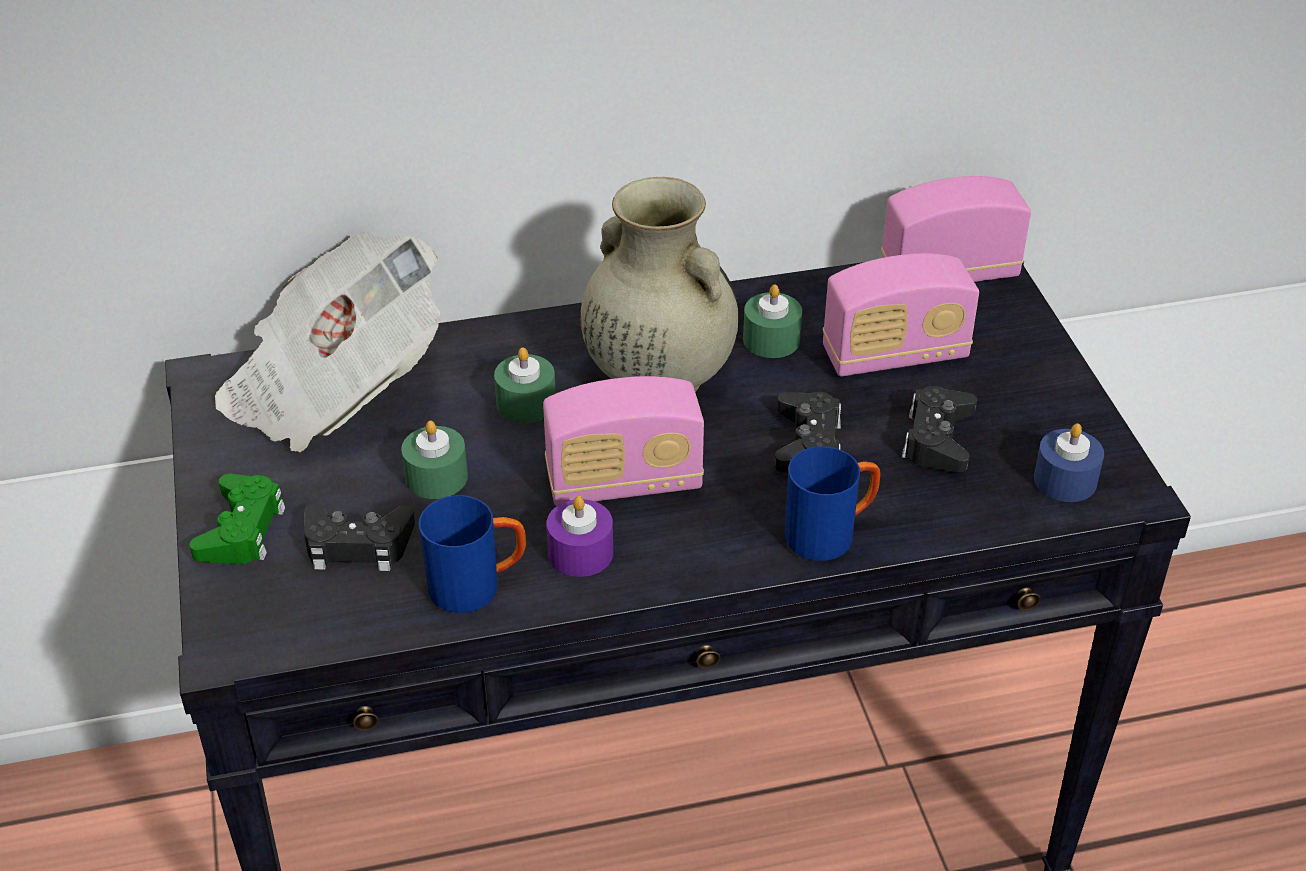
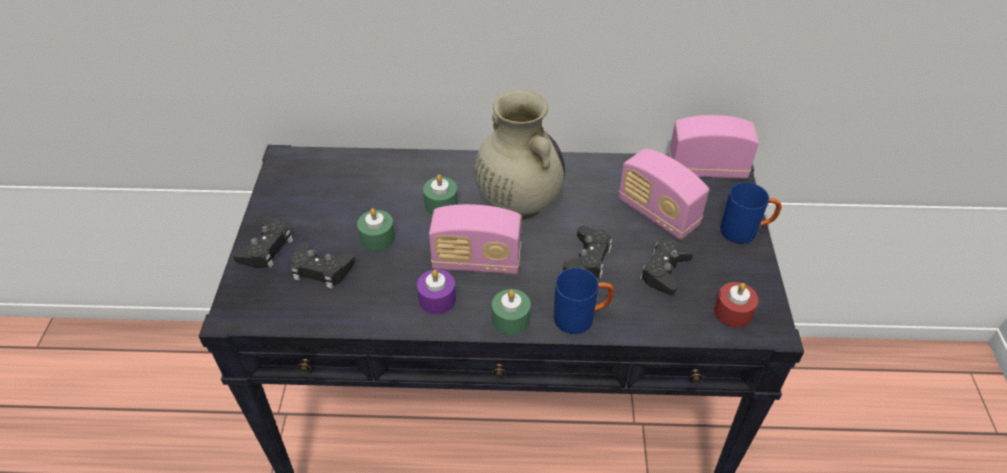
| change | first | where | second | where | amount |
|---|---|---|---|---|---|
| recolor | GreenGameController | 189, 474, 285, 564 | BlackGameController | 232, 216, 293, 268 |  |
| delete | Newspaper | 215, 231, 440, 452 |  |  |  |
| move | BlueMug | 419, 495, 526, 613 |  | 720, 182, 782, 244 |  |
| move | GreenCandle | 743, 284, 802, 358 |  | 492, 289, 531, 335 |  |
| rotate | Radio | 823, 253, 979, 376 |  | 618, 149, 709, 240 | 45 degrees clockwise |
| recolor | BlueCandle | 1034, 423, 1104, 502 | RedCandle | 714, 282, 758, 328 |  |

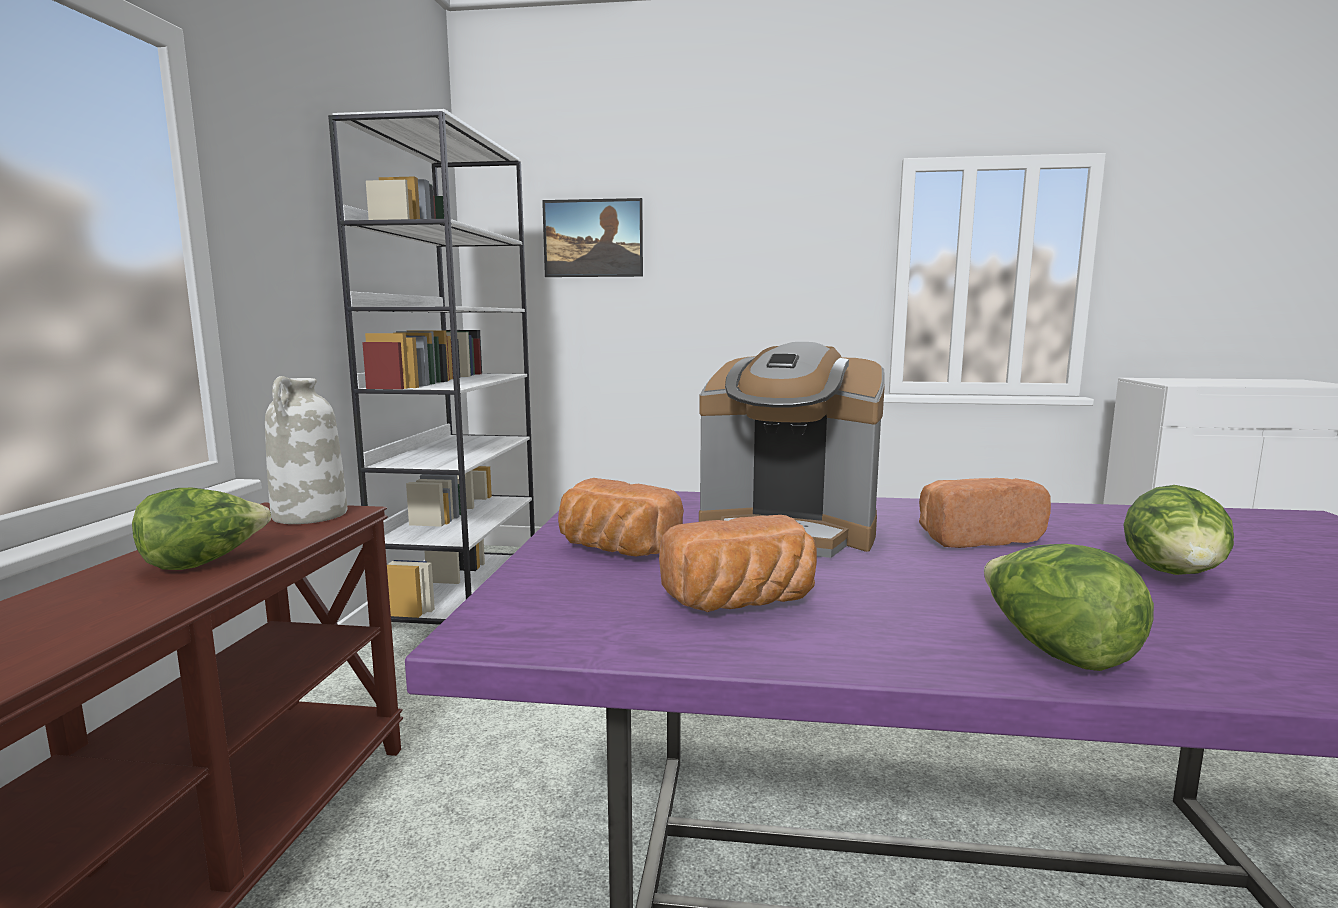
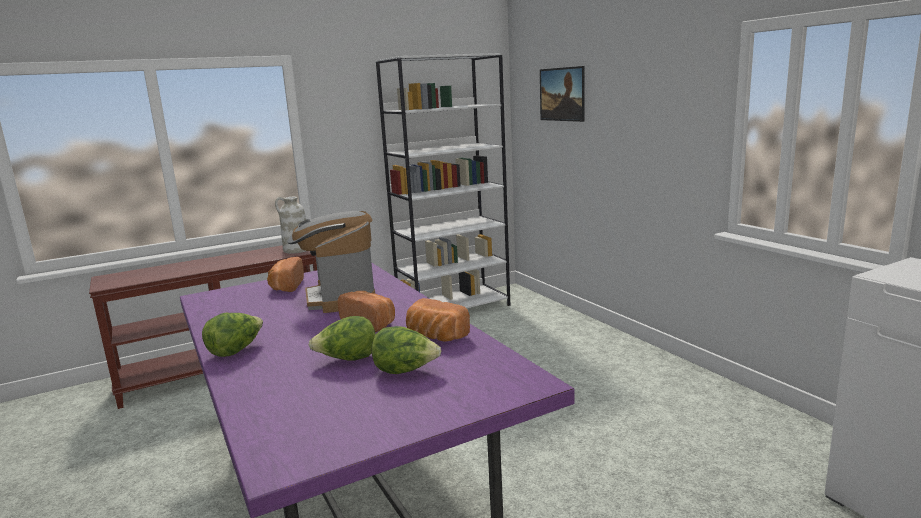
| change | first | where | second | where | amount |
|---|---|---|---|---|---|
| move | Lettuce | 132, 488, 271, 570 |  | 372, 326, 441, 374 |  |
| move | Bread | 659, 515, 817, 612 |  | 406, 298, 470, 342 |  |

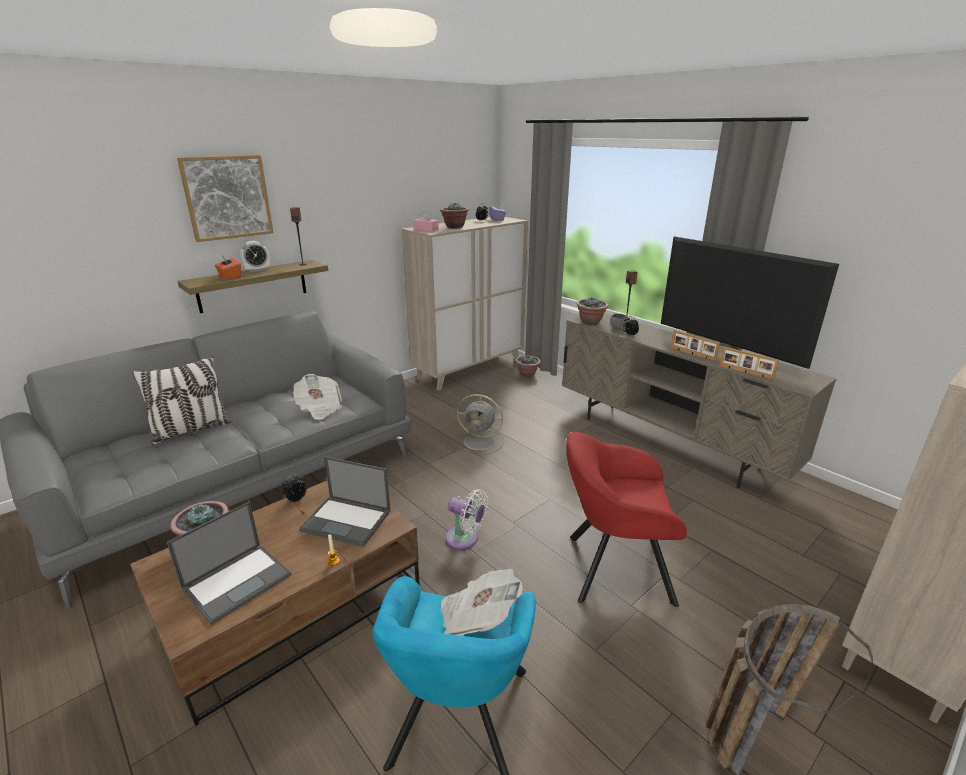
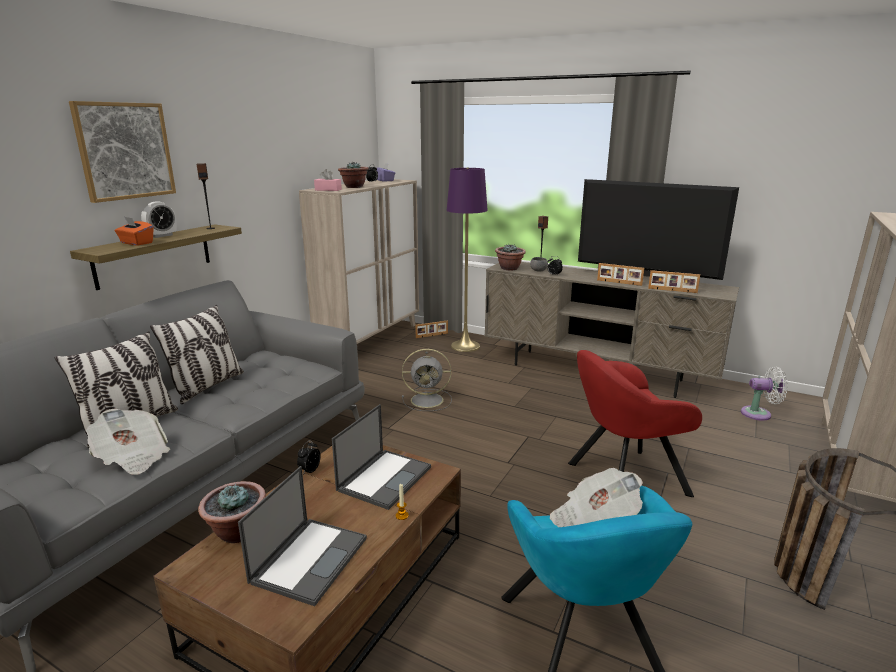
| change | first | where | second | where | amount |
|---|---|---|---|---|---|
| move | Newspaper | 293, 374, 342, 420 |  | 86, 408, 170, 475 |  |
| rotate | Laptop | 299, 456, 391, 547 |  | 332, 404, 431, 510 | 60 degrees counterclockwise |
| move | WhiteFan | 446, 489, 488, 550 |  | 741, 367, 788, 421 |  |
| replace | PottedPlant | 515, 355, 541, 377 | PictureFrame | 415, 321, 448, 338 |  |
| insert |  |  | Pillow | 150, 305, 244, 404 |  |
| insert |  |  | PurpleFloorLamp | 447, 167, 488, 352 |  |

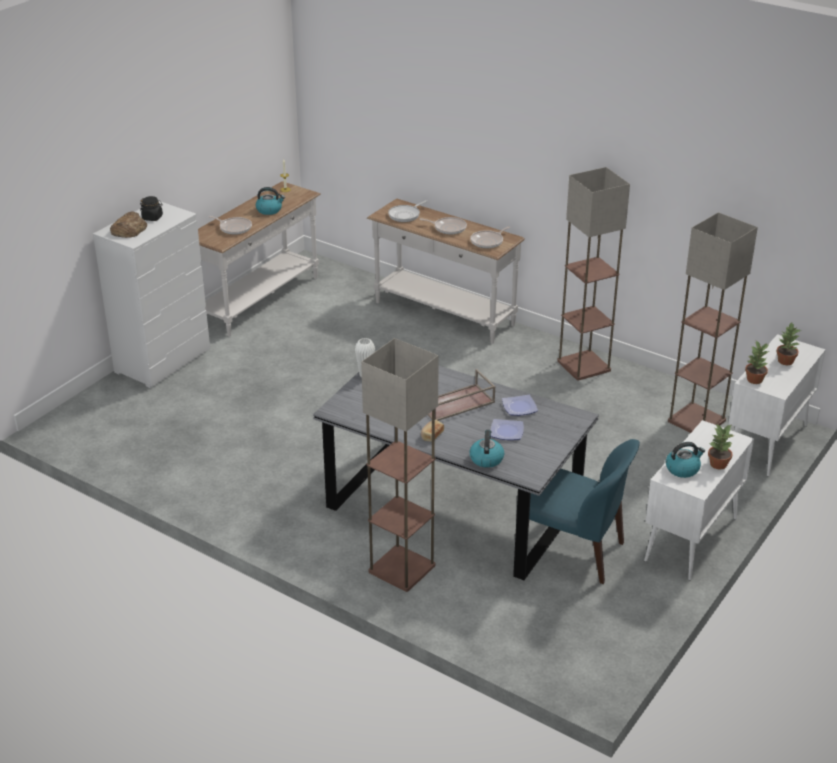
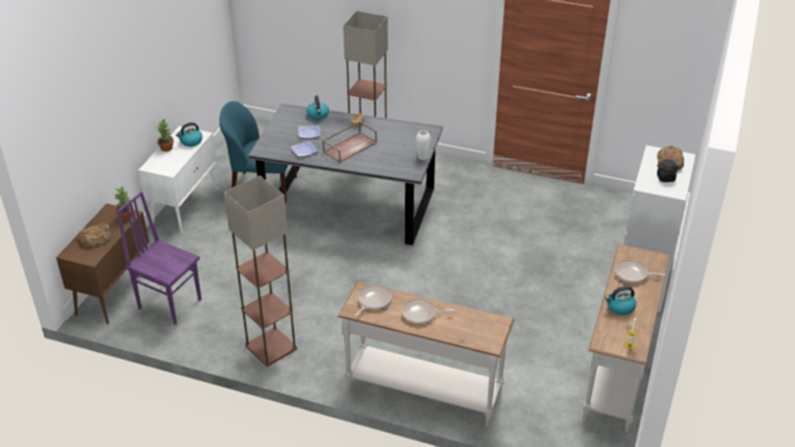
| change | first | where | second | where | amount |
|---|---|---|---|---|---|
| delete | FryingPan | 388, 200, 428, 222 |  |  |  |
| replace | FloorLamp | 668, 212, 758, 433 | PurpleChair | 117, 191, 202, 325 |  |
| recolor | WhiteCabinet | 728, 334, 826, 477 | BrownCabinet | 56, 203, 149, 325 |  |
| replace | PottedPlant | 776, 323, 801, 365 | Bread | 78, 223, 111, 248 |  |

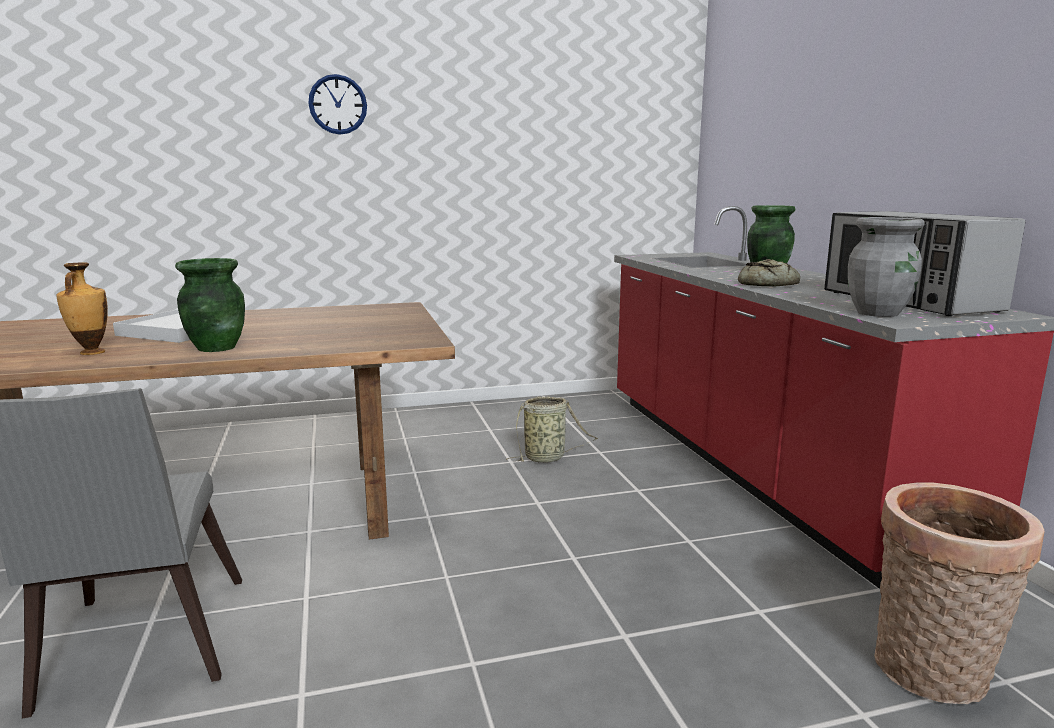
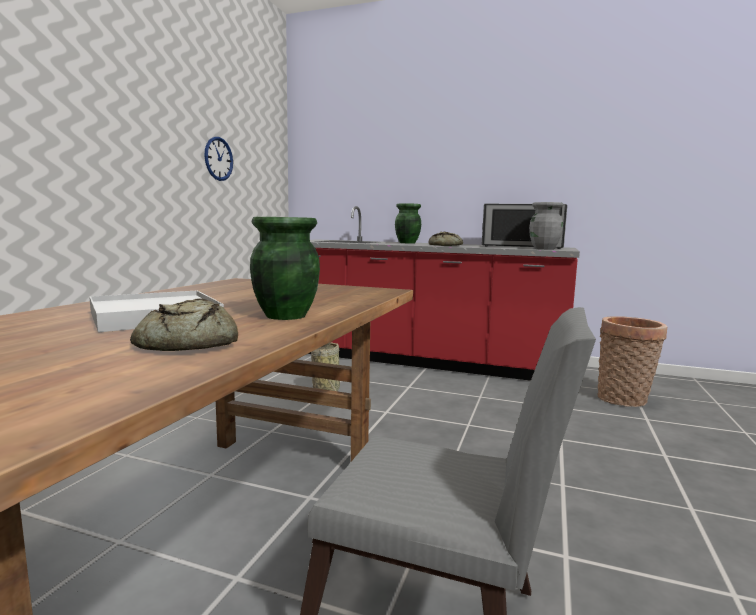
| change | first | where | second | where | amount |
|---|---|---|---|---|---|
| replace | Vase | 56, 262, 108, 355 | Bread | 130, 298, 238, 351 |  |
| move | WallClock | 308, 74, 367, 135 |  | 204, 137, 233, 181 |  |

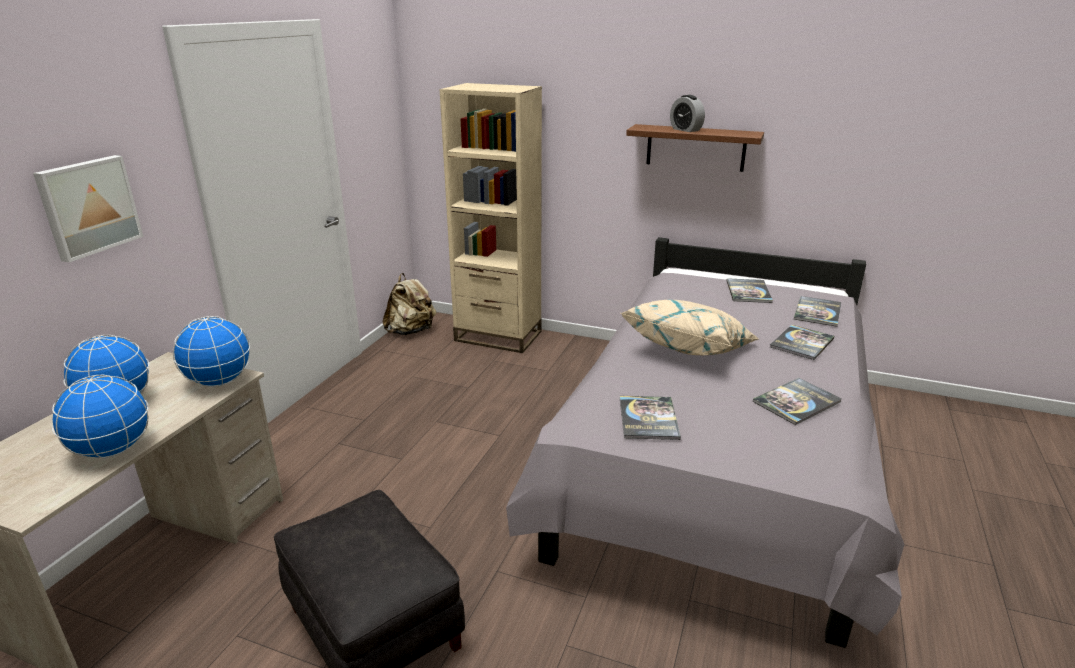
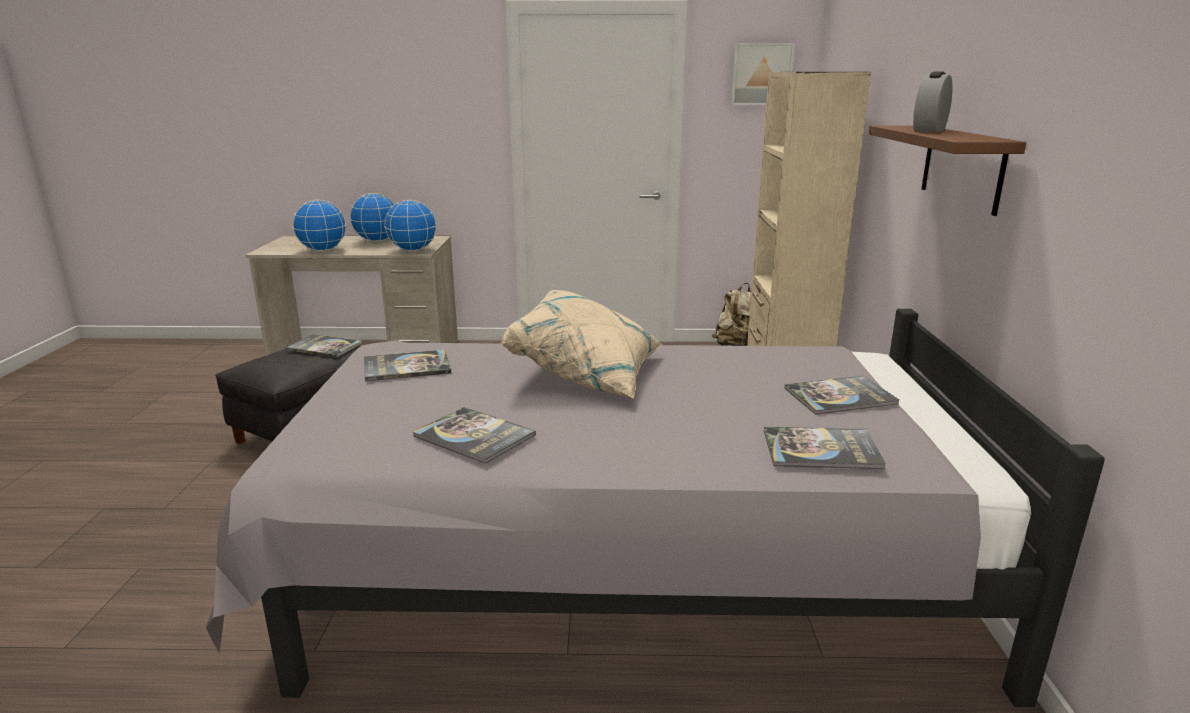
| change | first | where | second | where | amount |
|---|---|---|---|---|---|
| move | Picture | 33, 155, 143, 262 |  | 731, 43, 795, 105 |  |
| move | Book | 770, 325, 834, 360 |  | 286, 334, 362, 358 |  |

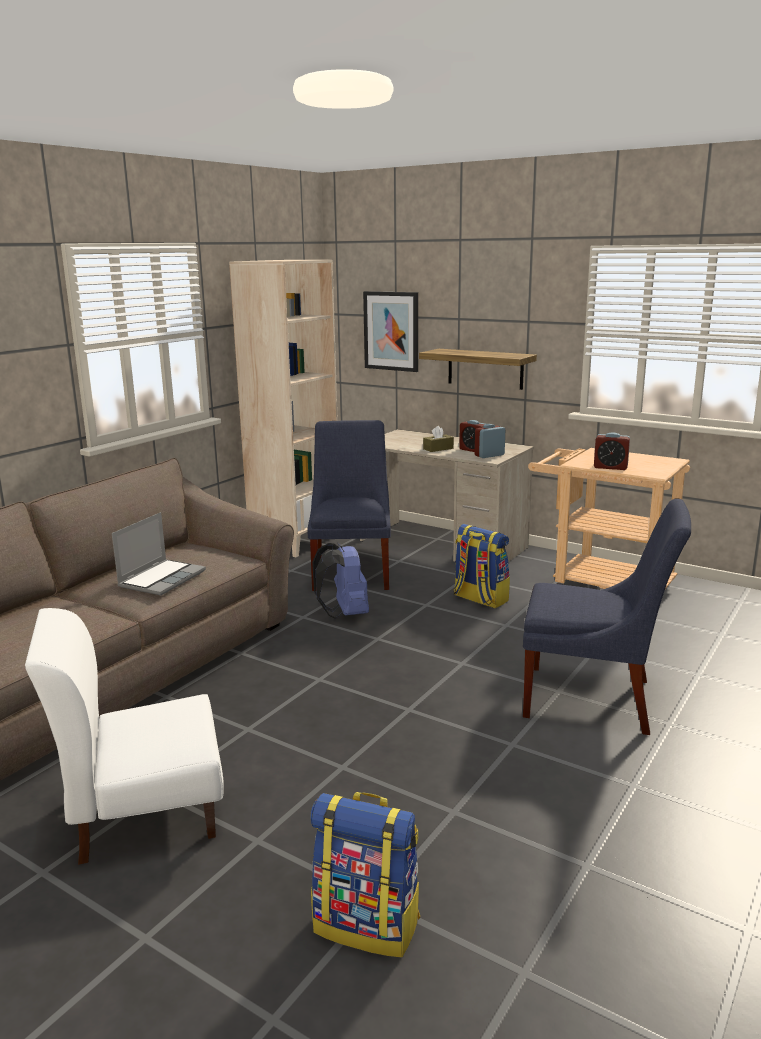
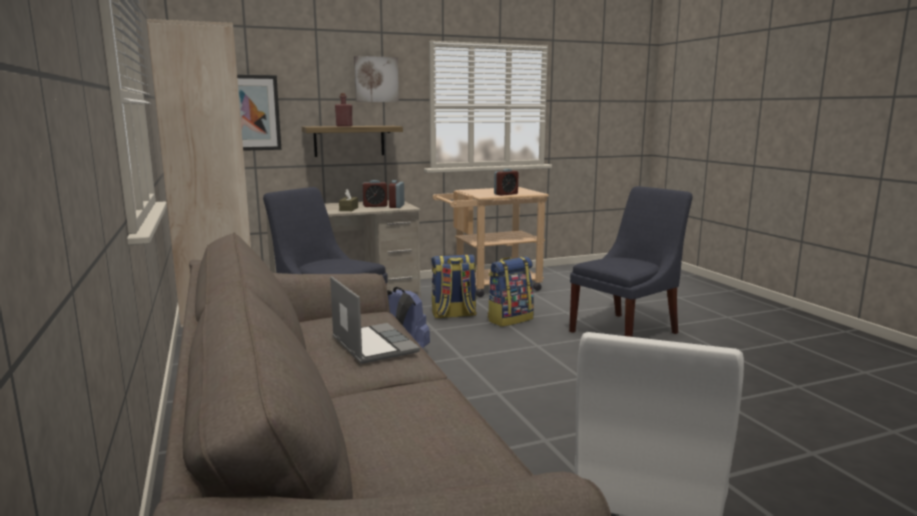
| change | first | where | second | where | amount |
|---|---|---|---|---|---|
| move | Backpack | 310, 792, 420, 957 |  | 487, 257, 534, 327 |  |
| insert |  |  | RedBottle | 335, 93, 353, 127 |  |
| insert |  |  | Picture | 354, 56, 399, 102 |  |

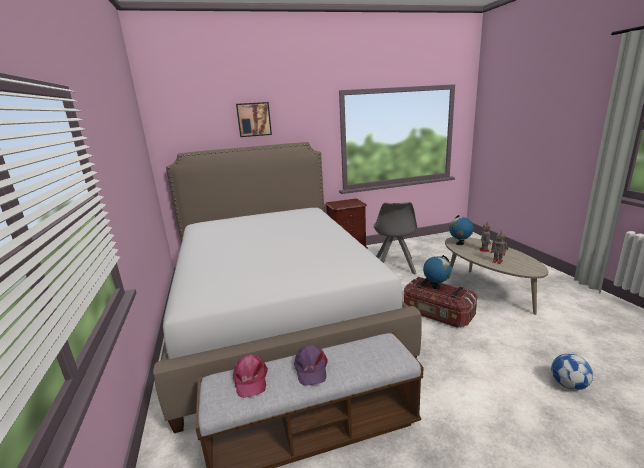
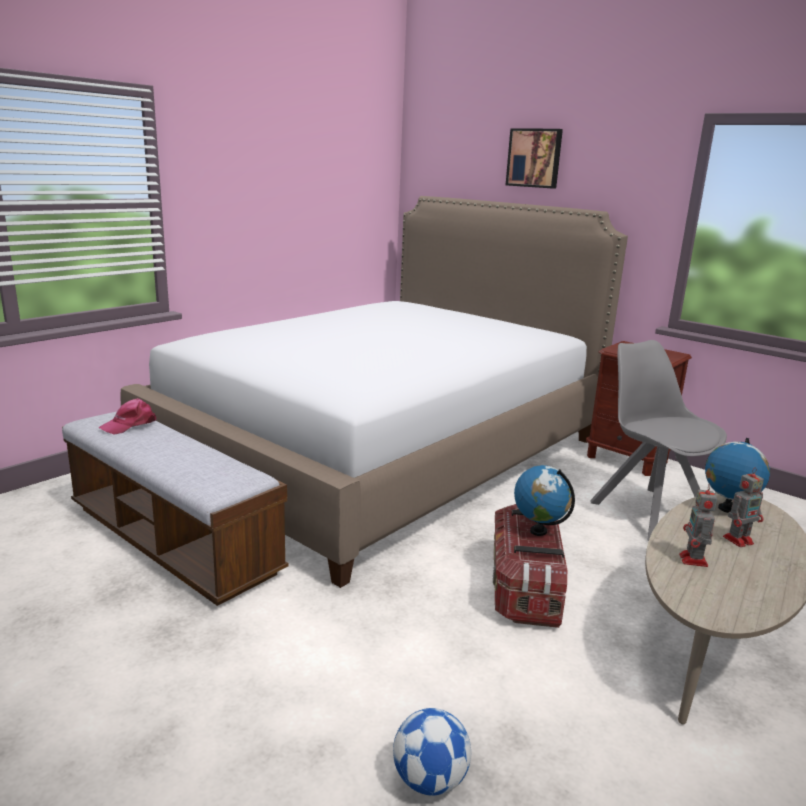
| change | first | where | second | where | amount |
|---|---|---|---|---|---|
| delete | PurpleCap | 294, 345, 328, 386 |  |  |  |
| rotate | GreyChair | 373, 202, 417, 275 |  | 590, 340, 727, 541 | 90 degrees clockwise |

